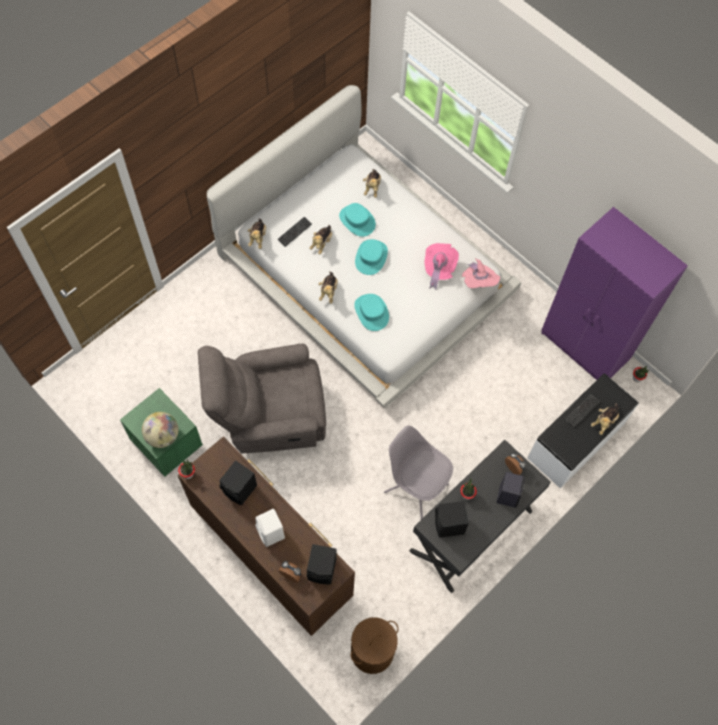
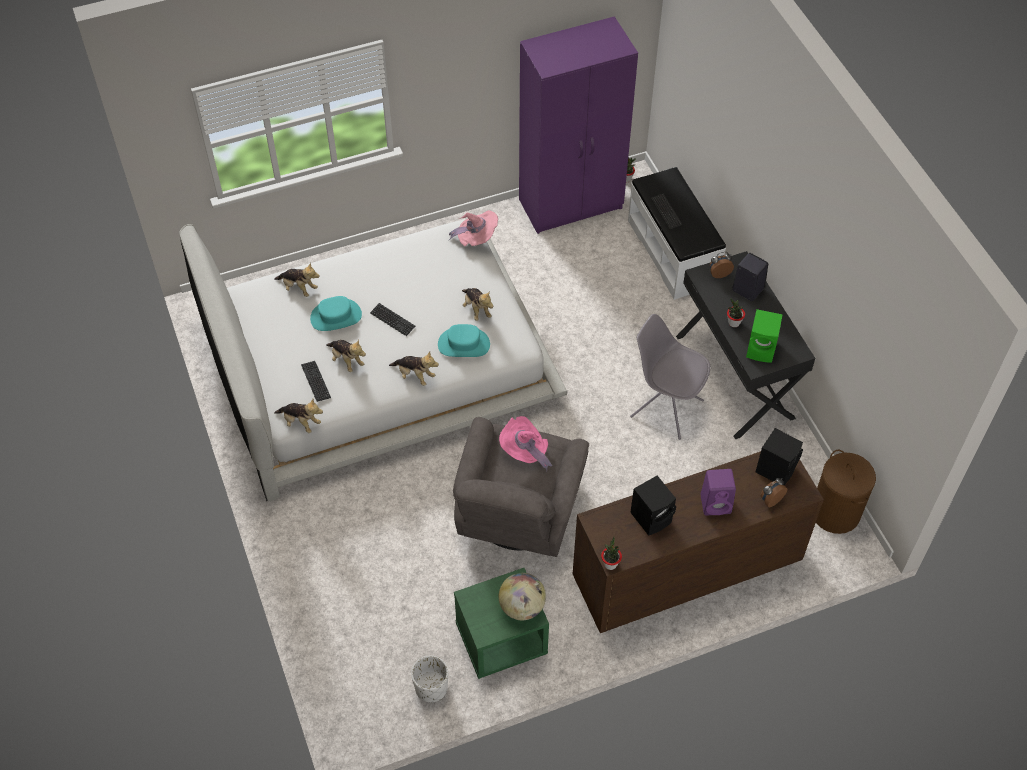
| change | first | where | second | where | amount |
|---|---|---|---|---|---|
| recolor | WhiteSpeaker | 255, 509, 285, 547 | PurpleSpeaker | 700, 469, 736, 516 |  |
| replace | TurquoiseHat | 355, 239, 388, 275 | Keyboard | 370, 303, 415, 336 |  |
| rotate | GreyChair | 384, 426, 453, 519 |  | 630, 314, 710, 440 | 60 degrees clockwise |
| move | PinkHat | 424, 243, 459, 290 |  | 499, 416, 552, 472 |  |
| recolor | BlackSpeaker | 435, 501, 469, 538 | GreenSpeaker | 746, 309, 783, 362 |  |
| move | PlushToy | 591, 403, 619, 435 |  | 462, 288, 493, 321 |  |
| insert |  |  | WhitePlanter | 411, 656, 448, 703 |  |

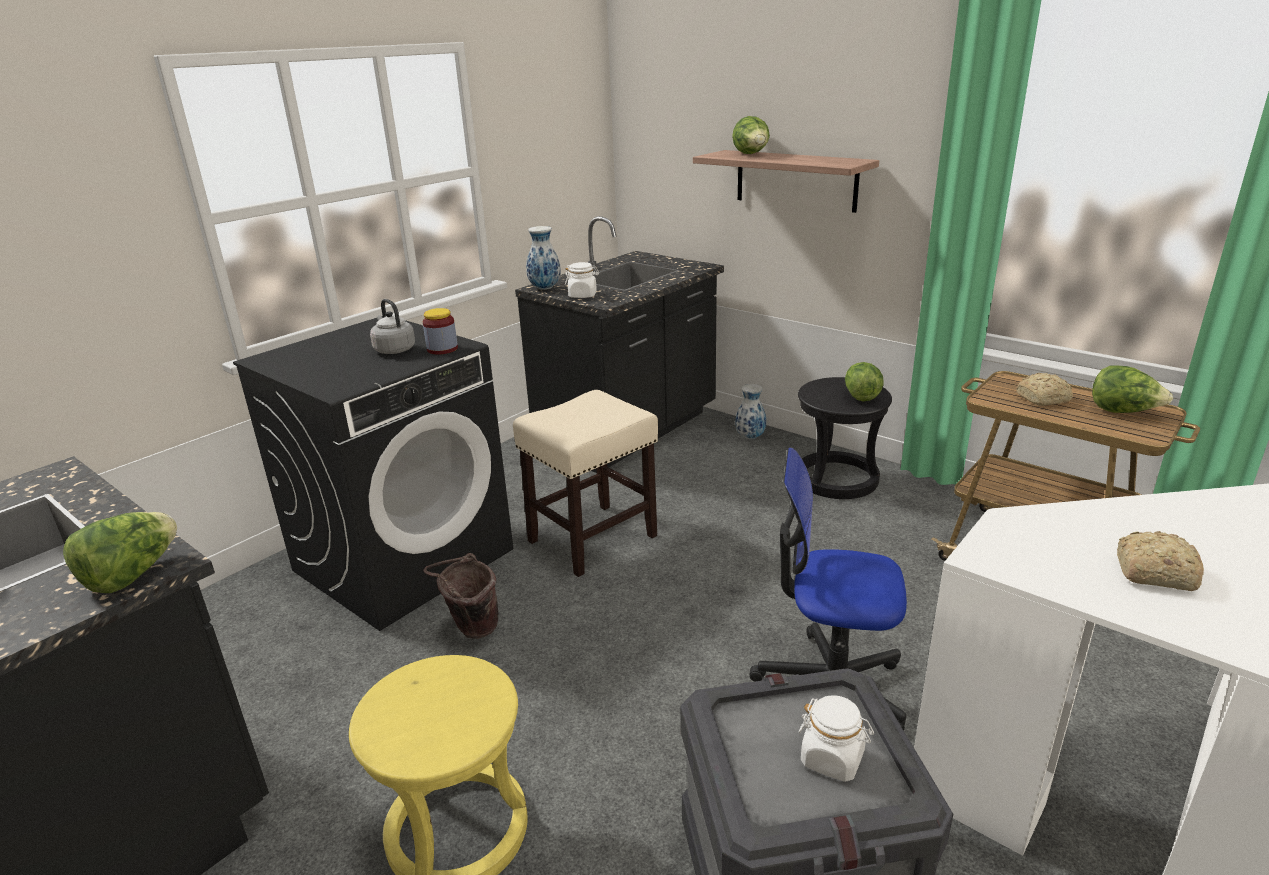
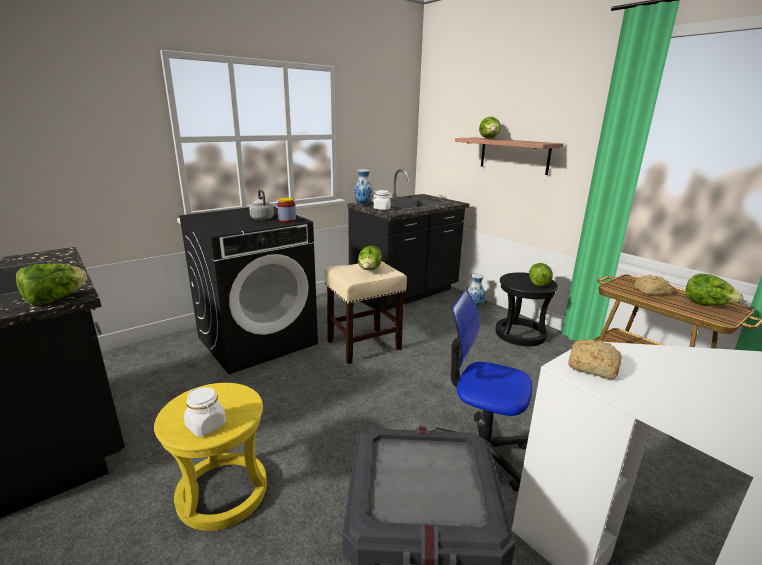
| change | first | where | second | where | amount |
|---|---|---|---|---|---|
| delete | BrownBucket | 423, 553, 498, 639 |  |  |  |
| move | WhiteJar | 798, 695, 874, 782 |  | 184, 387, 226, 437 |  |
| move | Bread | 1117, 531, 1204, 591 |  | 568, 339, 622, 380 |  |
| insert |  |  | Lettuce | 358, 246, 382, 271 |  |

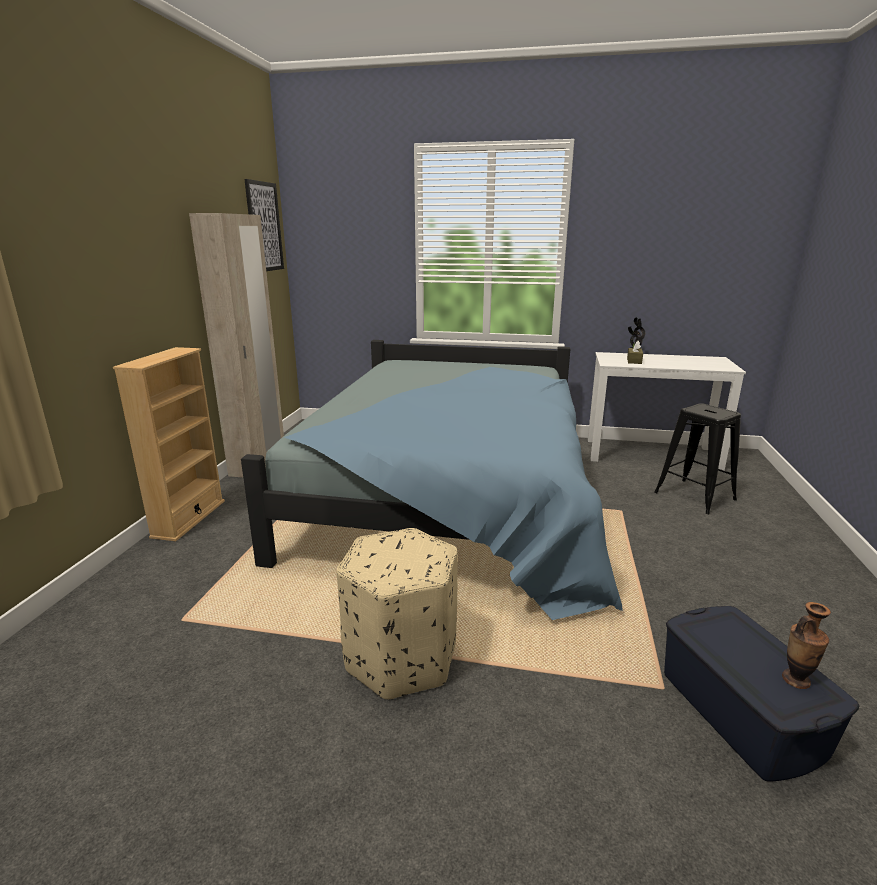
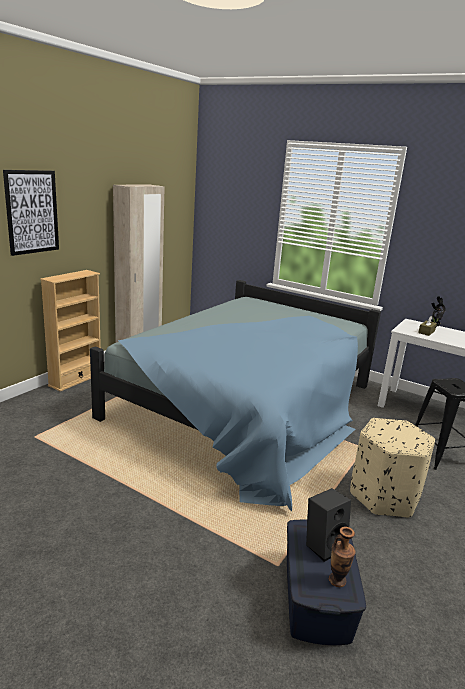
| change | first | where | second | where | amount |
|---|---|---|---|---|---|
| move | Picture | 244, 179, 284, 271 |  | 3, 170, 59, 256 |  |
| move | BeigeOttoman | 337, 528, 458, 700 |  | 350, 418, 435, 518 |  |
| insert |  |  | BlackSpeaker | 306, 488, 351, 562 |  |

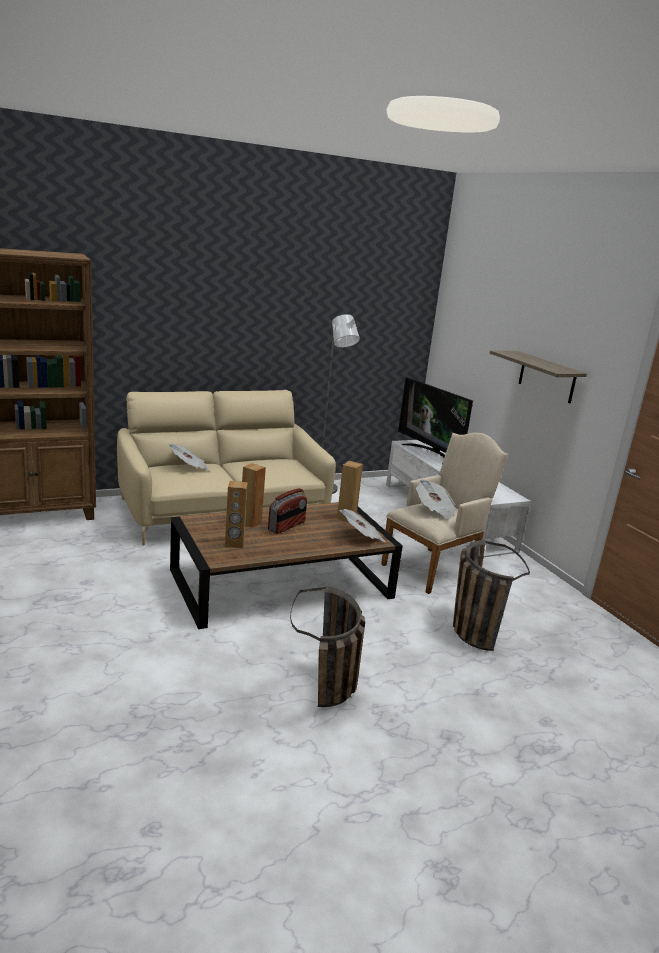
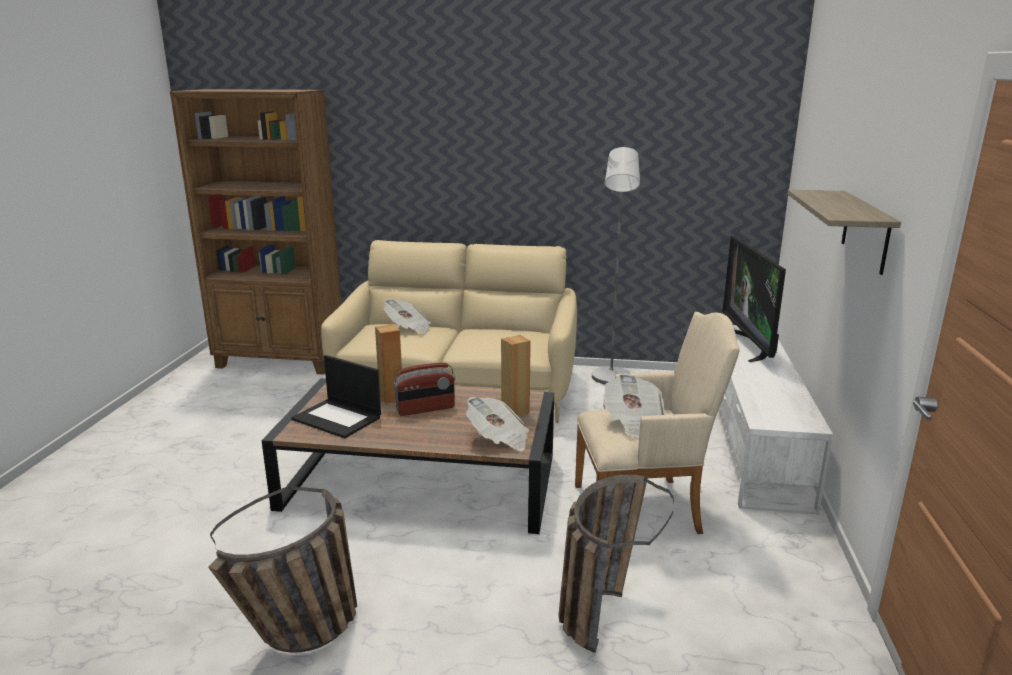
| change | first | where | second | where | amount |
|---|---|---|---|---|---|
| replace | BrownSpeaker | 225, 481, 248, 548 | Laptop | 291, 355, 381, 438 |  |

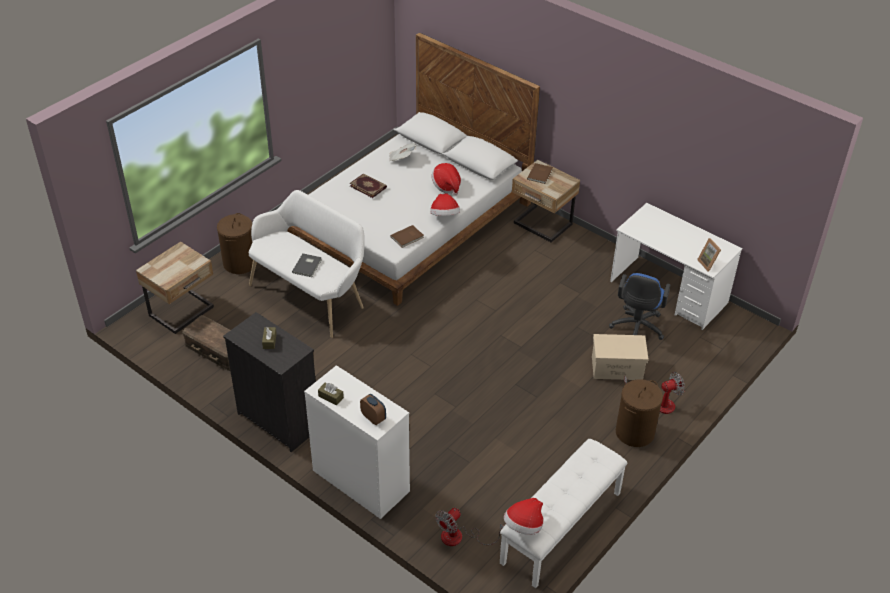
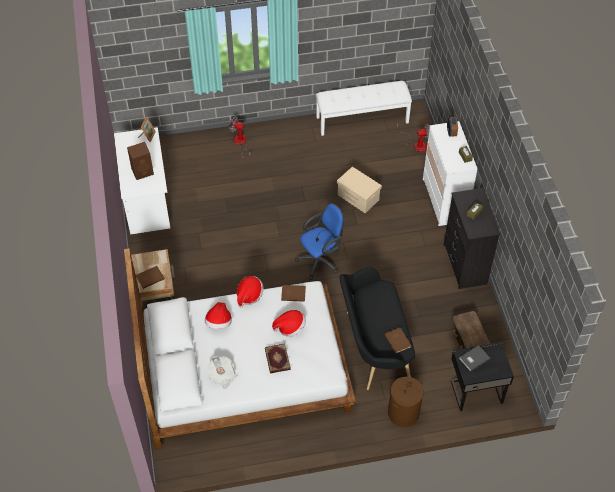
| change | first | where | second | where | amount |
|---|---|---|---|---|---|
| recolor | BeigeNightstand | 136, 241, 214, 334 | BlackNightstand | 451, 342, 514, 411 |  |
| recolor | WhiteBench | 249, 190, 365, 338 | BlackBench | 340, 267, 415, 390 |  |
| move | GreyBook | 292, 253, 322, 277 |  | 459, 345, 490, 372 |  |
| move | Hat | 504, 498, 543, 535 |  | 272, 310, 306, 337 |  |
| move | BeigeStorageBox | 592, 334, 649, 380 |  | 337, 167, 382, 213 |  |
| move | BlueOfficeChair | 609, 273, 670, 340 |  | 295, 203, 344, 280 |  |
| delete | BrownLaundryBasket | 616, 379, 663, 447 |  |  |  |
| insert |  |  | BrownSpeaker | 127, 142, 154, 180 |  |
| insert |  |  | BrownBook | 384, 327, 411, 353 |  |

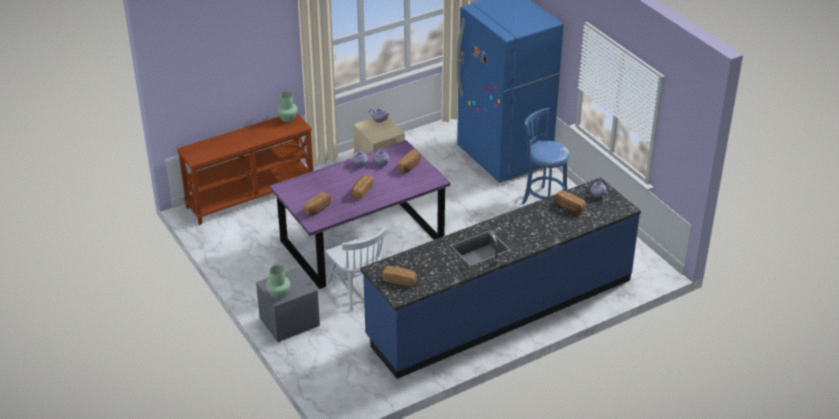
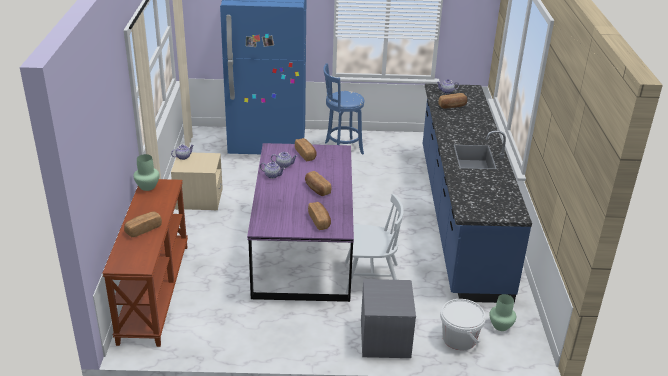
| change | first | where | second | where | amount |
|---|---|---|---|---|---|
| move | GreenVase | 266, 265, 290, 299 |  | 489, 294, 516, 331 |  |
| move | Bread | 382, 266, 417, 287 |  | 124, 212, 162, 237 |  |
| insert |  |  | WhiteBucket | 440, 299, 486, 350 |  |

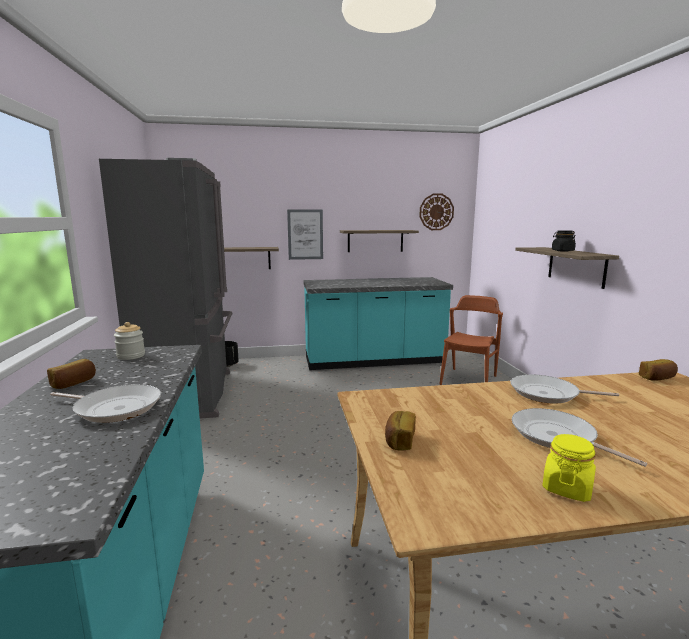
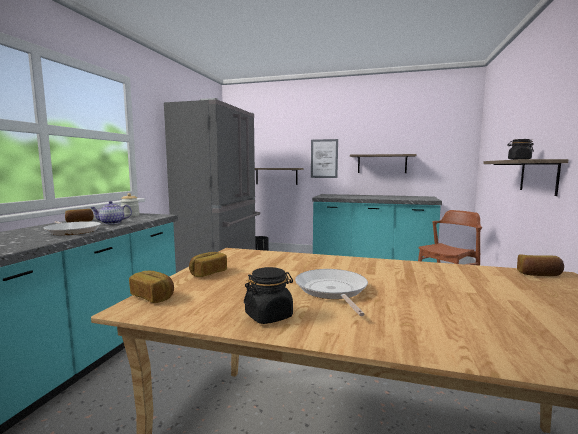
| change | first | where | second | where | amount |
|---|---|---|---|---|---|
| delete | WallClock | 419, 194, 454, 230 |  |  |  |
| delete | FryingPan | 511, 374, 619, 404 |  |  |  |
| recolor | YellowJar | 542, 434, 596, 502 | BlackJar | 244, 267, 293, 324 |  |
| insert |  |  | Teapot | 91, 201, 132, 224 |  |
| insert |  |  | Bread | 129, 271, 174, 303 |  |

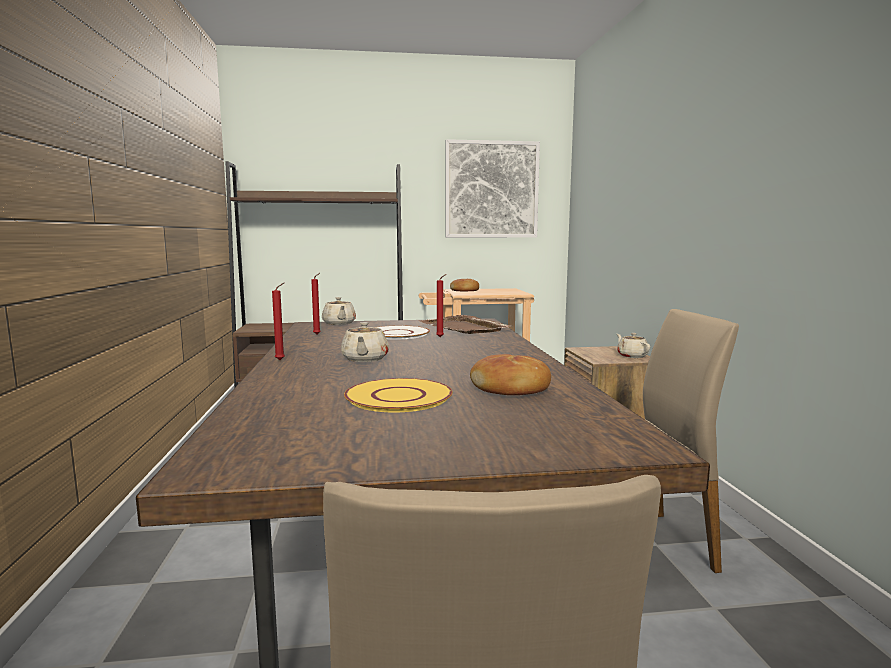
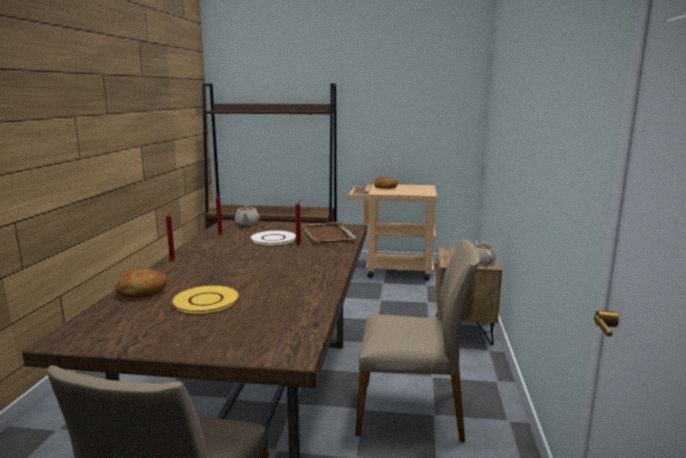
| change | first | where | second | where | amount |
|---|---|---|---|---|---|
| delete | BeigeTeapot | 341, 322, 389, 362 |  |  |  |
| delete | Picture | 445, 139, 540, 238 |  |  |  |
| move | Bread | 470, 354, 551, 395 |  | 115, 269, 167, 298 |  |

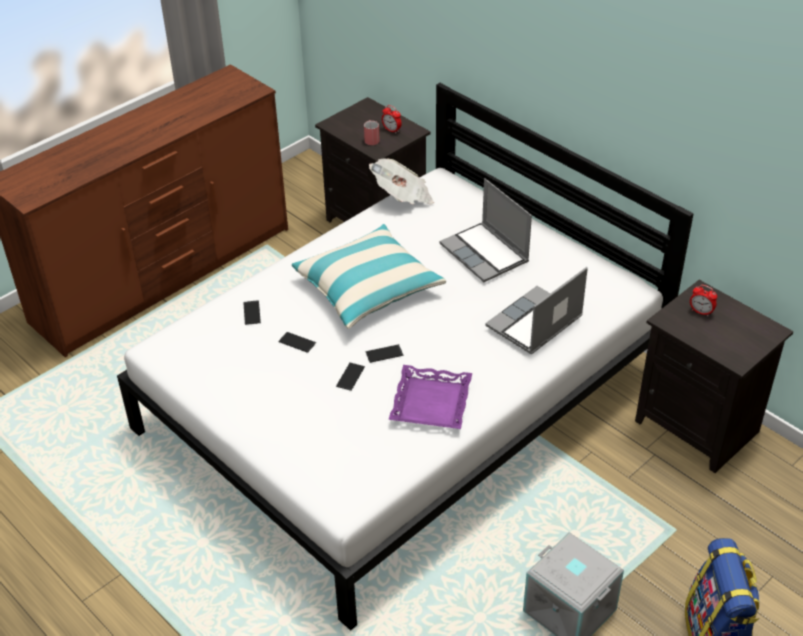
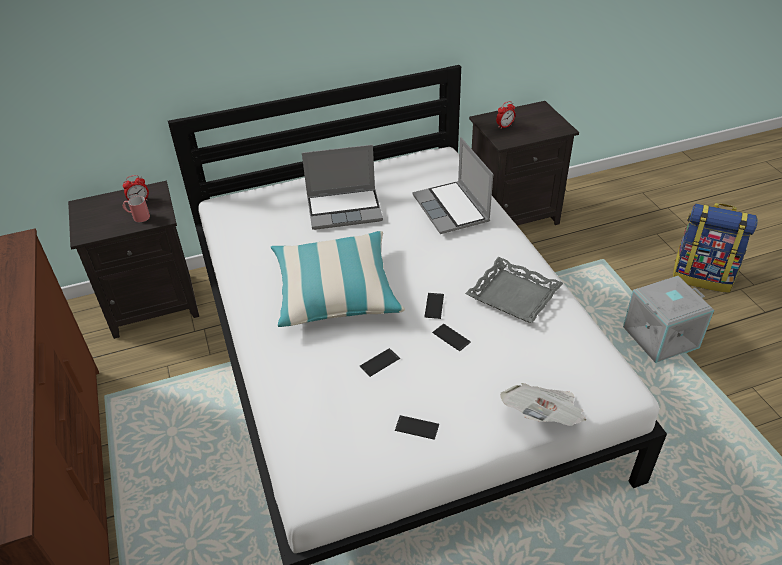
| change | first | where | second | where | amount |
|---|---|---|---|---|---|
| move | Phone | 243, 300, 261, 325 |  | 395, 415, 439, 440 |  |
| move | Newspaper | 369, 159, 434, 204 |  | 500, 383, 586, 426 |  |
| recolor | PurpleTray | 389, 365, 472, 429 | GreyTray | 465, 257, 563, 323 |  |

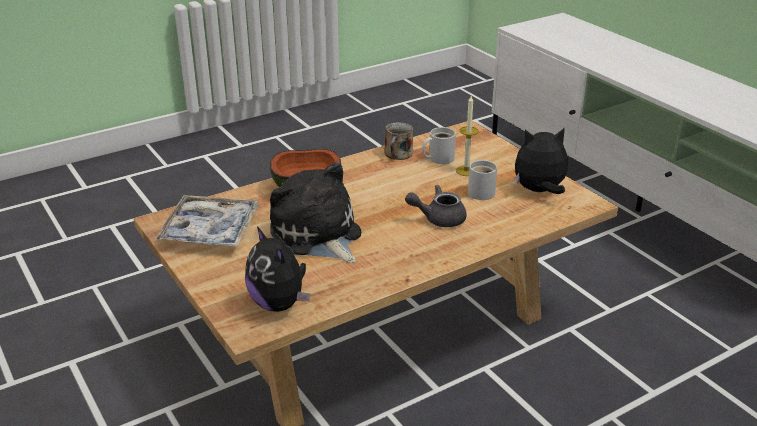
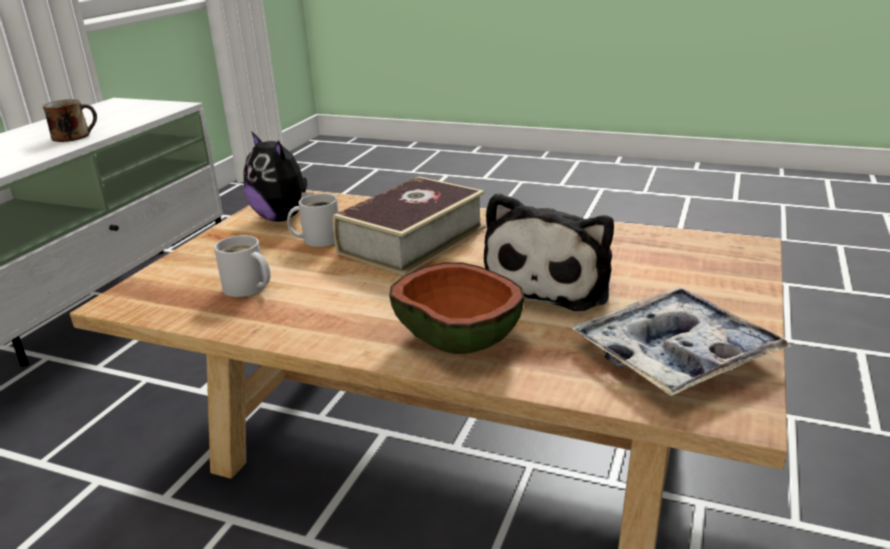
| change | first | where | second | where | amount |
|---|---|---|---|---|---|
| delete | PlushToy | 245, 226, 310, 312 |  |  |  |
| move | Mug | 384, 122, 413, 160 |  | 43, 99, 97, 142 |  |
| replace | GreyTeapot | 405, 185, 467, 227 | Book | 333, 176, 486, 275 |  |
| delete | Candle | 456, 96, 479, 176 |  |  |  |

